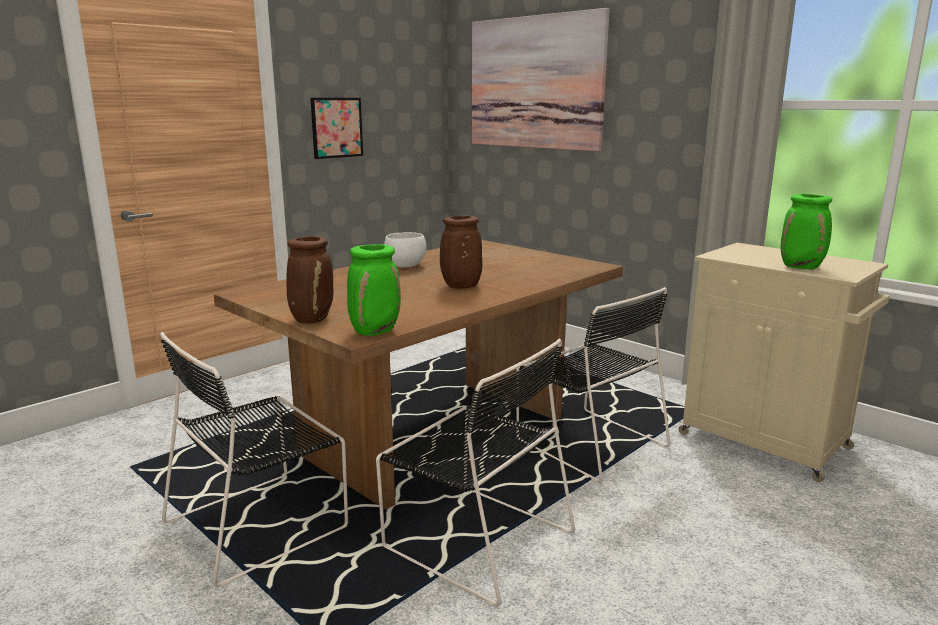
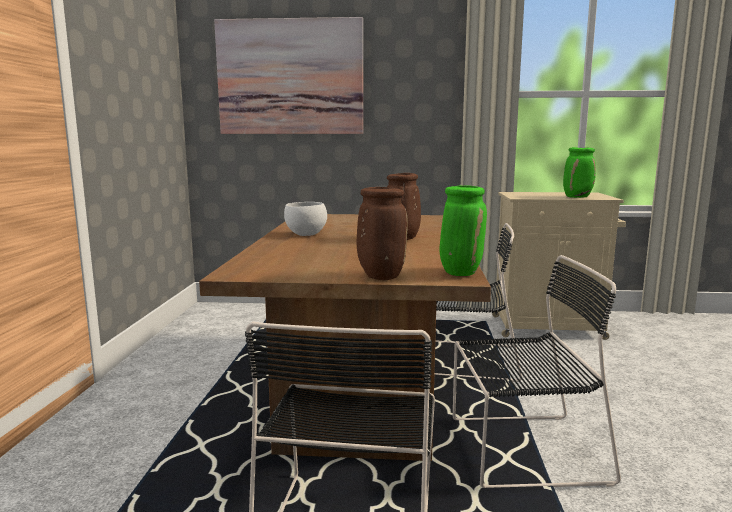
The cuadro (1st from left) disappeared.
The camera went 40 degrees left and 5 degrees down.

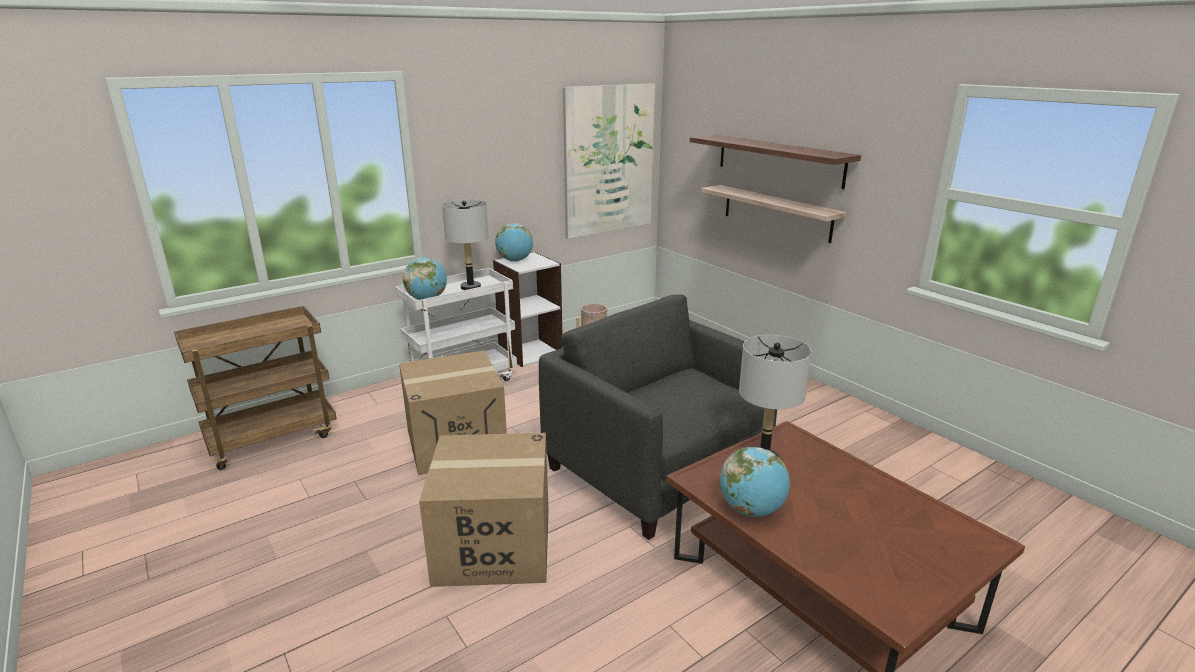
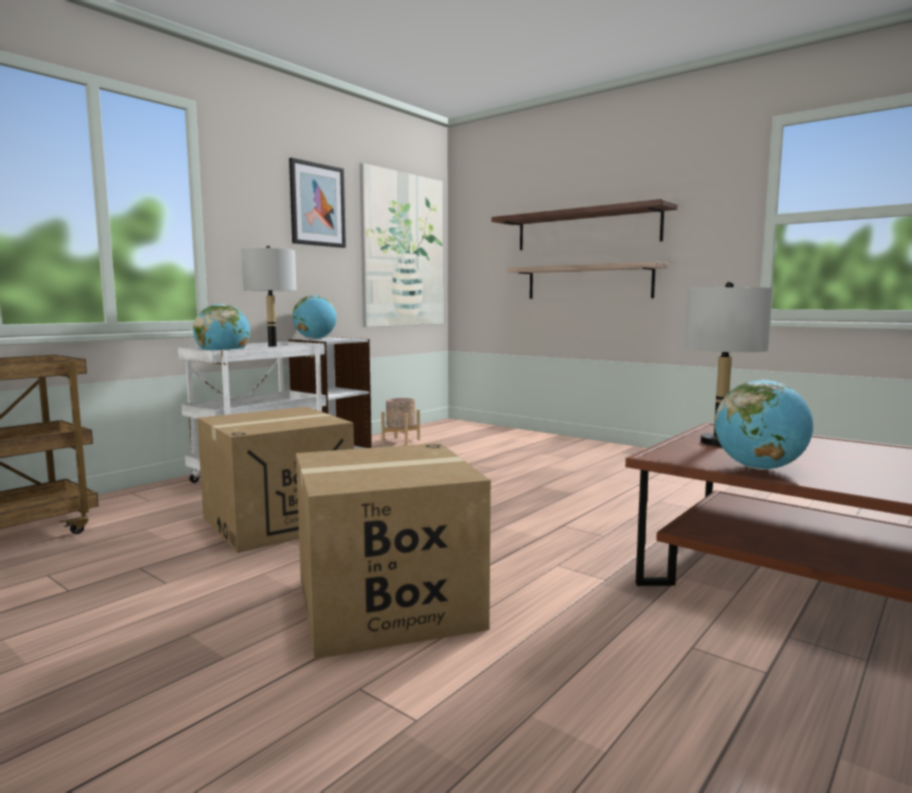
The cuadro (1st from left) appeared.
The sillón/gris disappeared.
The camera went 15 degrees left and 15 degrees down.

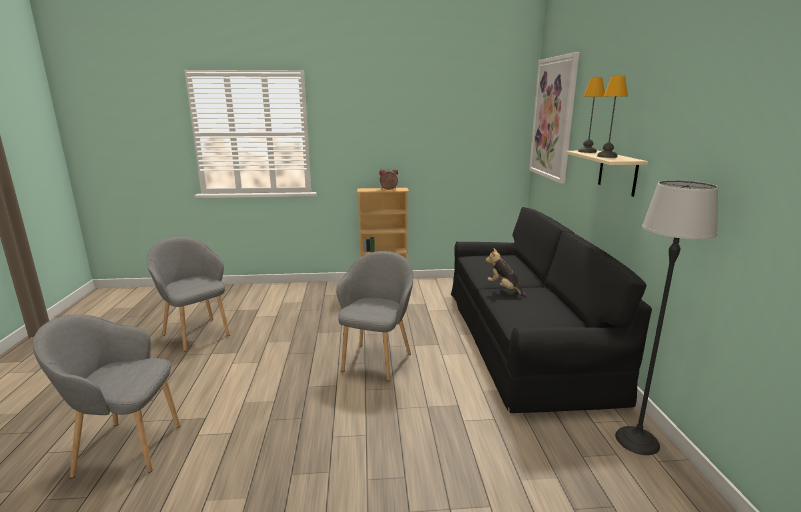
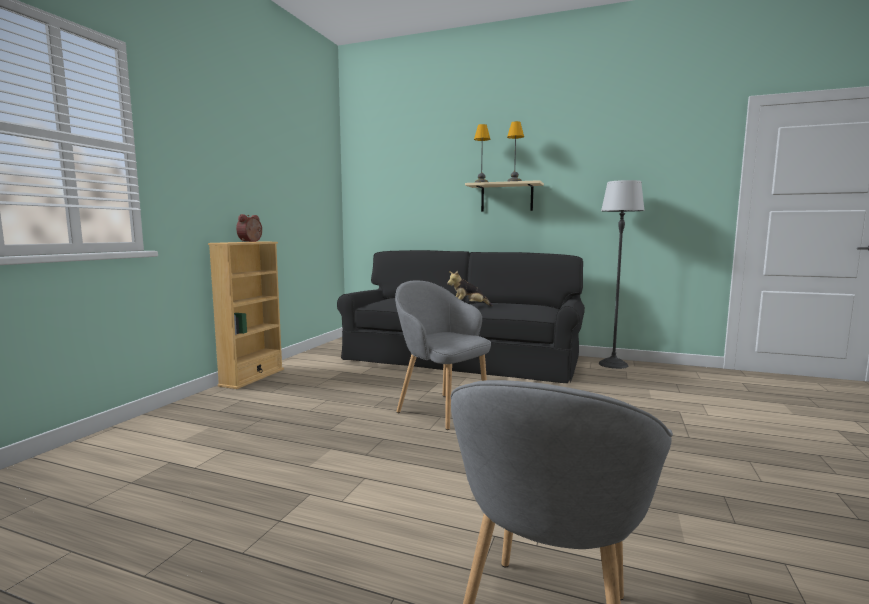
The sillón/gris (2nd from left) disappeared.
The cuadro disappeared.
The camera went 65 degrees left and 10 degrees down.

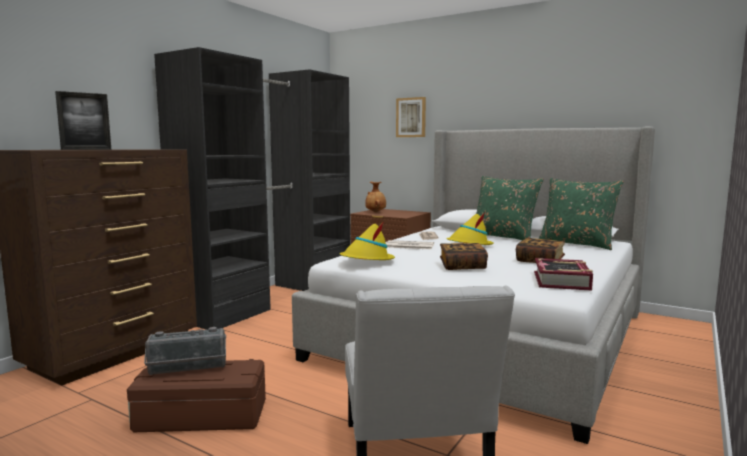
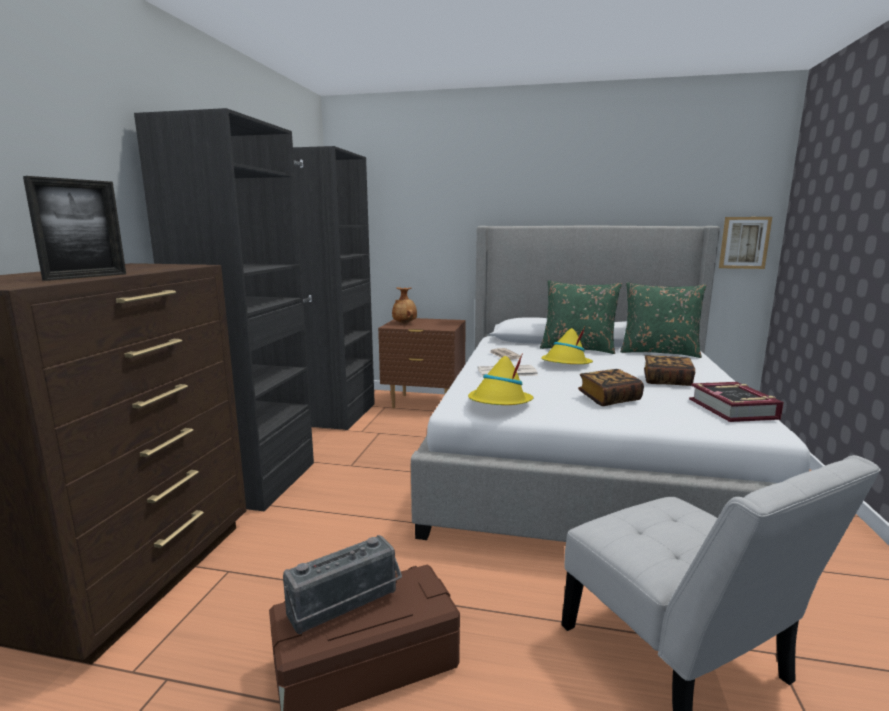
The cuadro moved.
The camera went 20 degrees left and 5 degrees up.

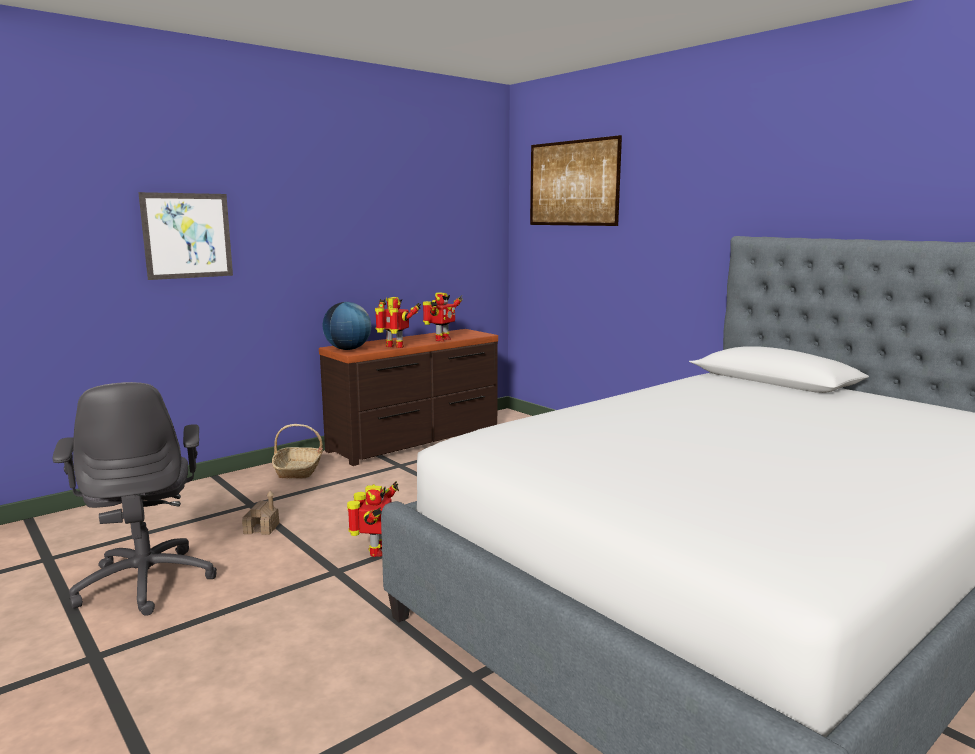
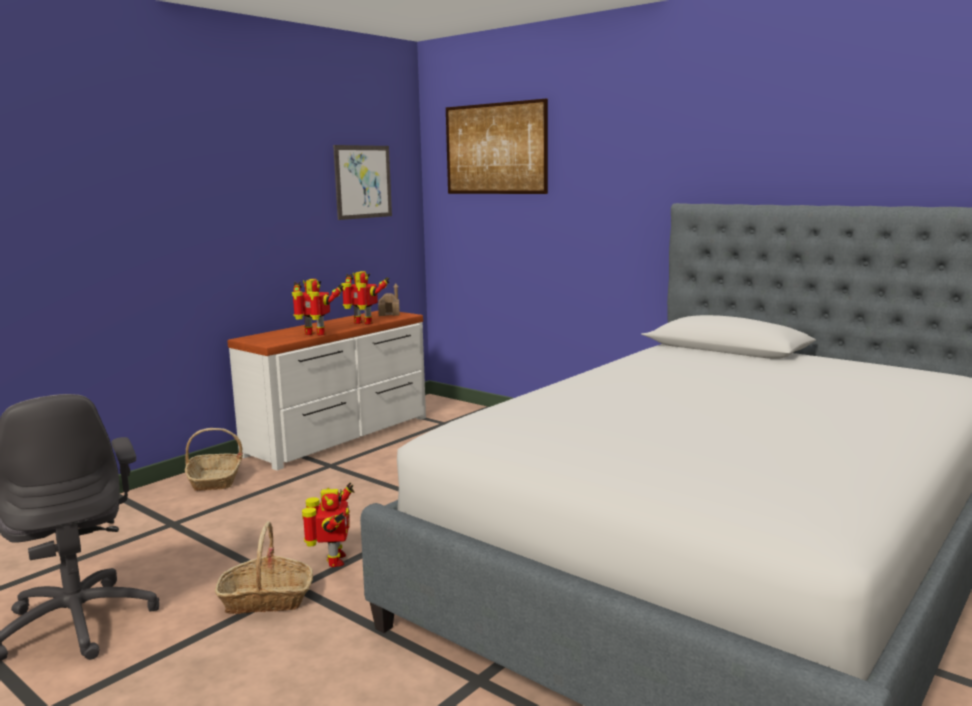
The cesta (2nd from left) appeared.
The cómoda/marrón became the cómoda/blanco.
The cuadro (1st from left) moved.
The robot de juguete (3rd from left) turned 90 degrees counterclockwise.
The casita moved.
The globo terráqueo disappeared.
The camera went 10 degrees left and 0 degrees up.

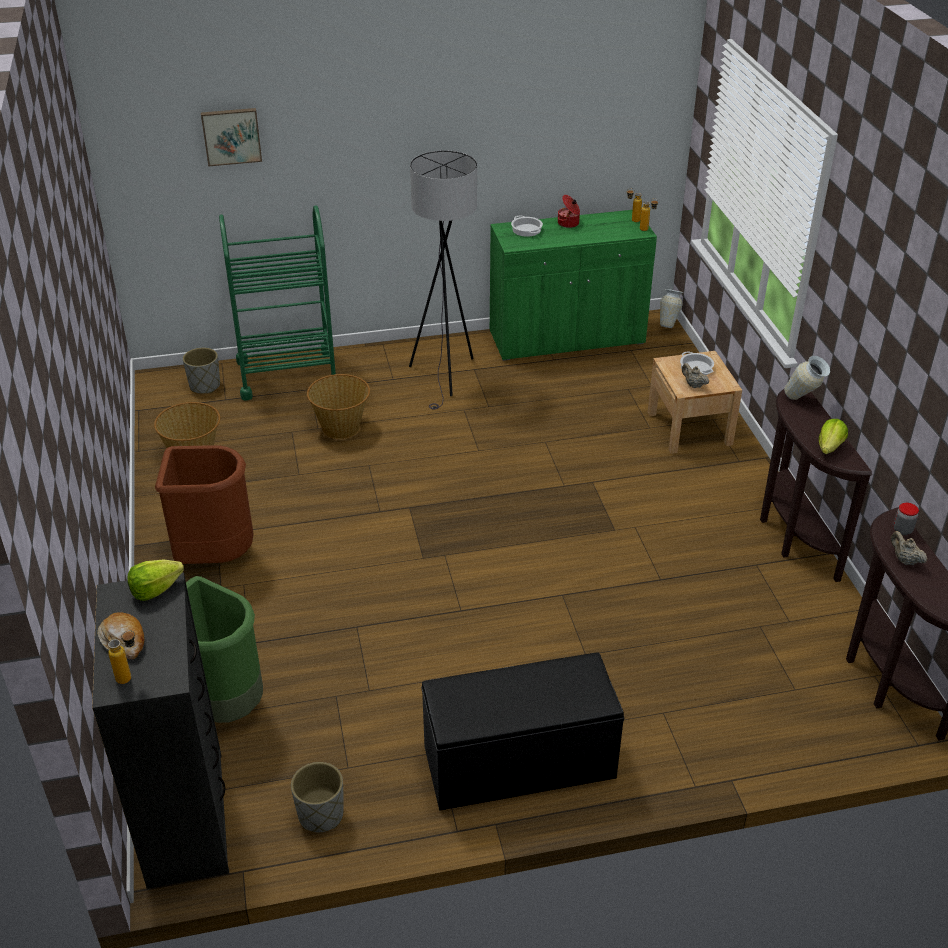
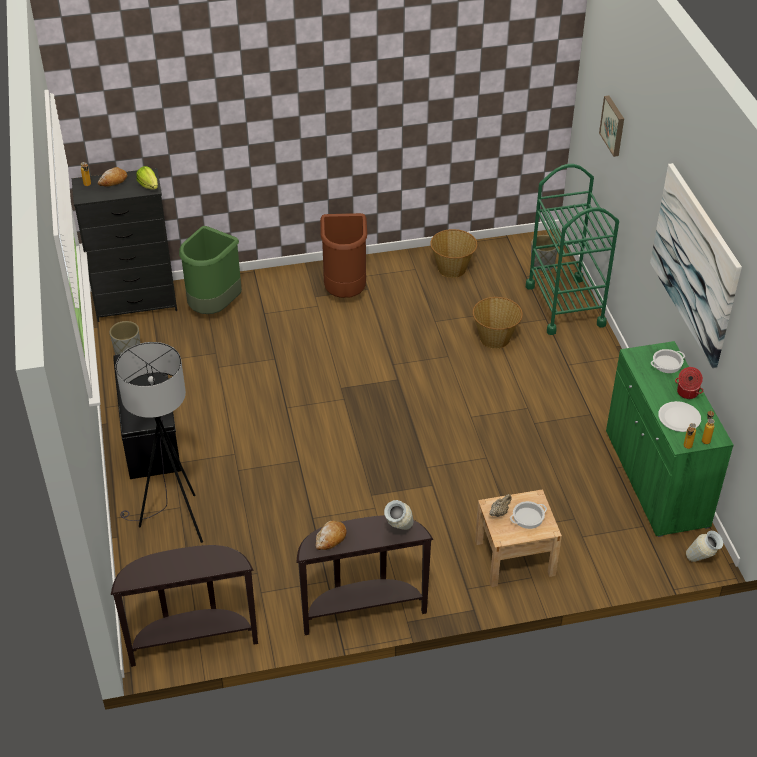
The lámpara de pie/gris moved.
The lechuga (2nd from left) was replaced by the pan (2nd from left).
The cuadro (2nd from left) appeared.
The plato/blanco appeared.
The tetera/beis (2nd from left) disappeared.
The tarro disappeared.
The camera went 90 degrees right and 5 degrees up.

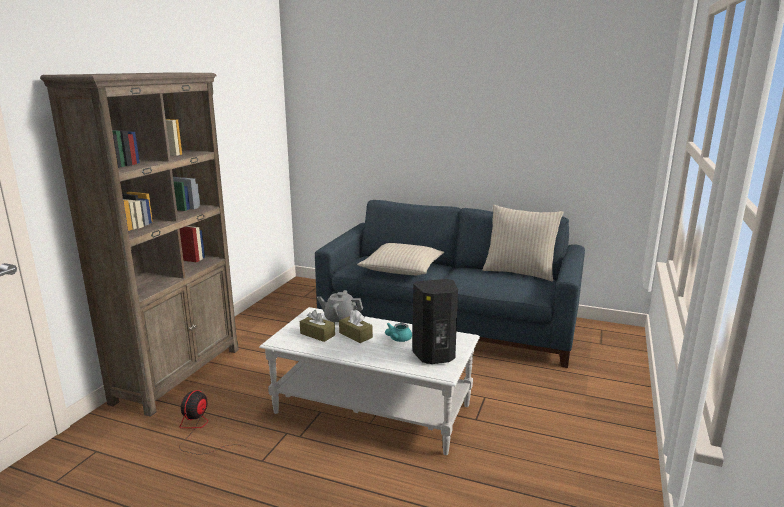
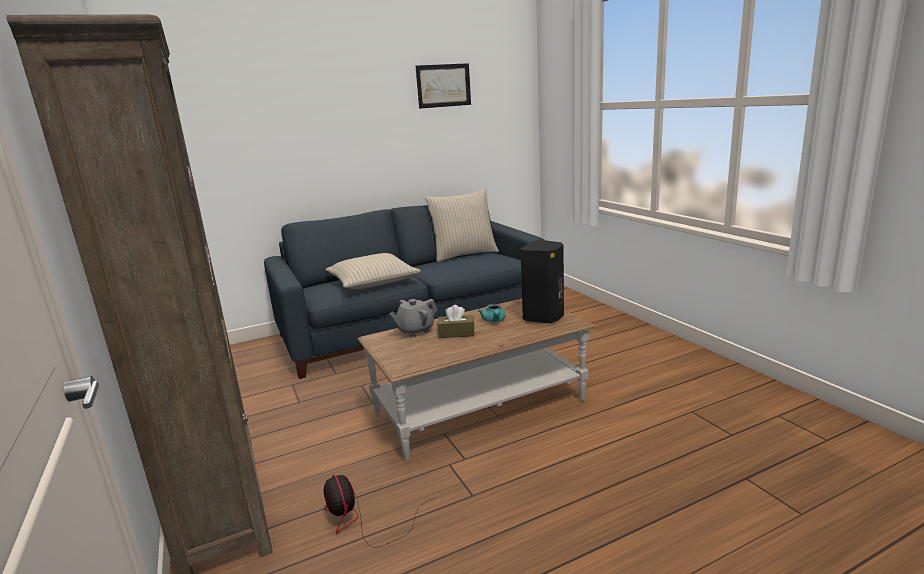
The mesa de centro/blanco became the mesa de centro/marrón.
The cuadro appeared.
The caja de pañuelos/marrón (1st from left) disappeared.
The camera went 45 degrees left and 0 degrees up.

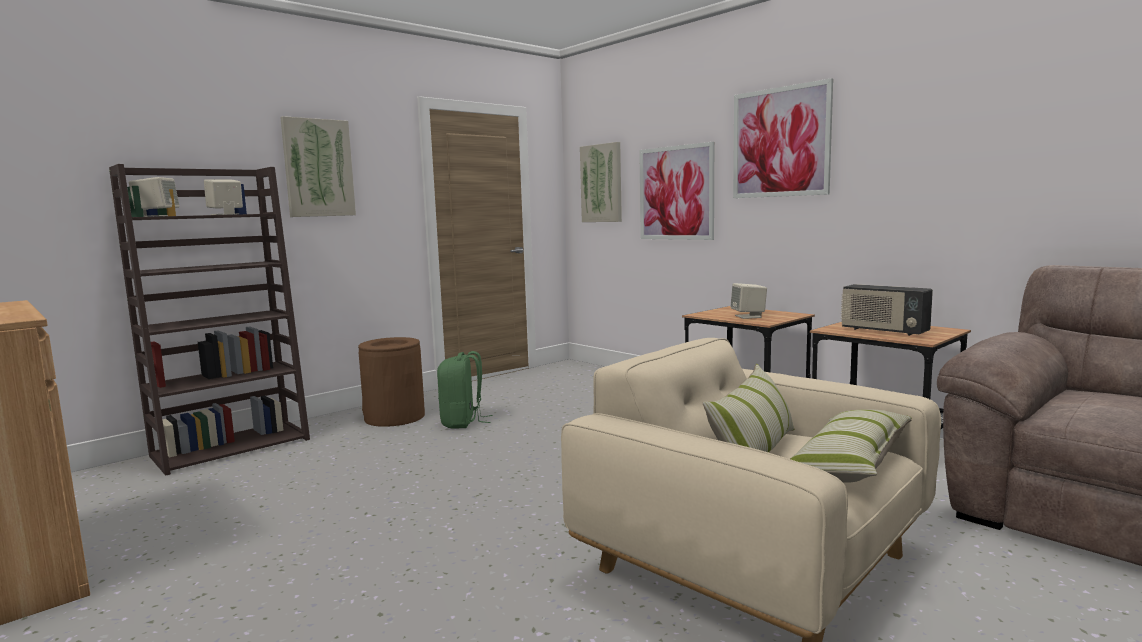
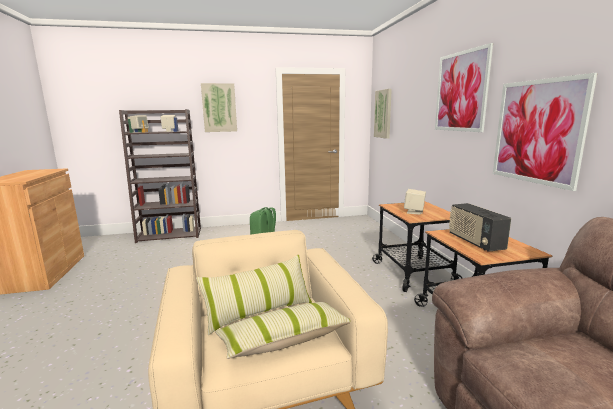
The cuadro (3rd from left in the first image) moved.
The papelera/marrón disappeared.
The camera went 30 degrees right and 5 degrees up.

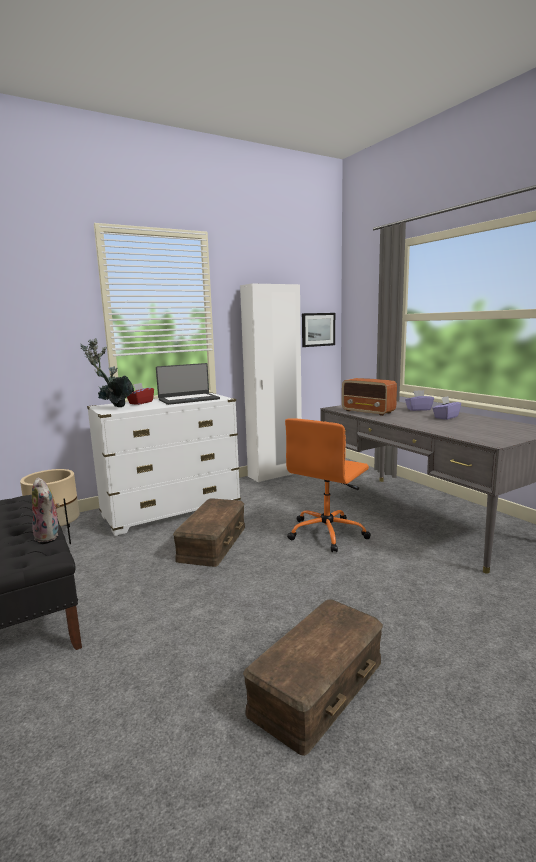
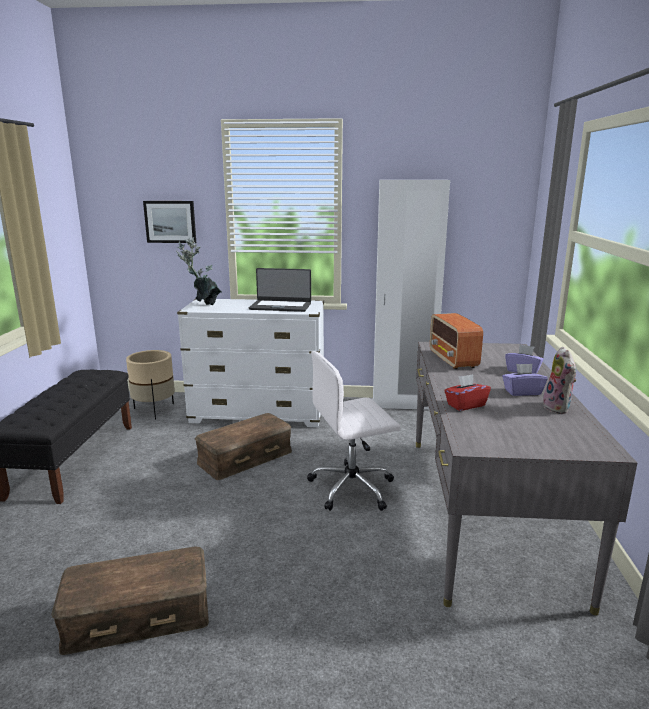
The cuadro moved.
The silla de oficina/naranja became the silla de oficina/blanco.
The caja de pañuelos/rojo moved.
The peluche moved.
The camera went 35 degrees right and 5 degrees up.

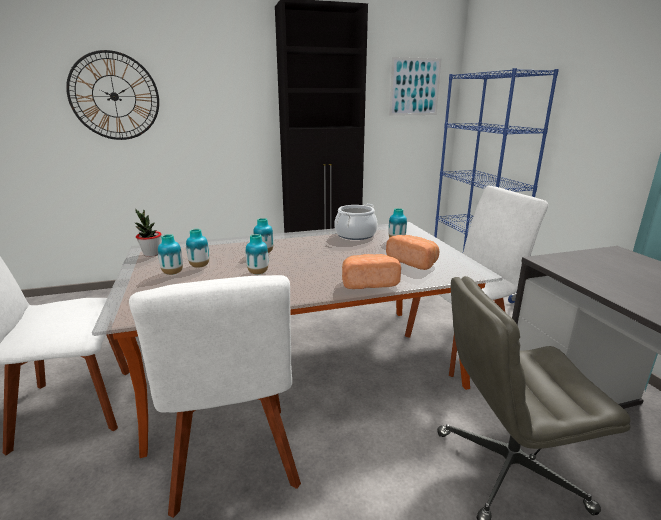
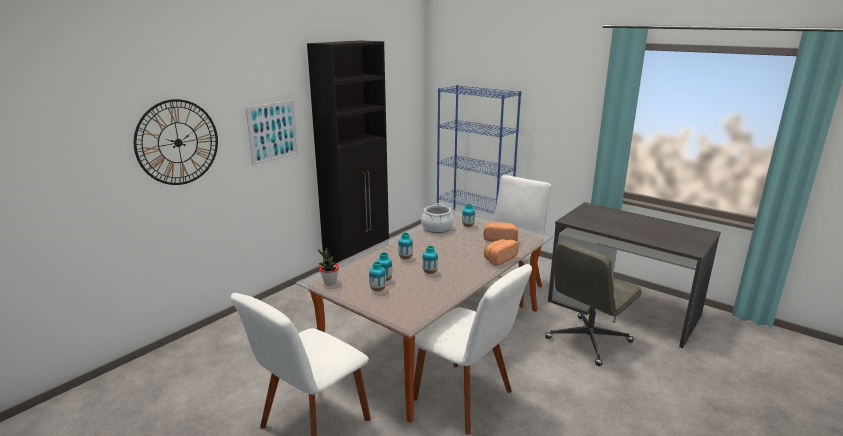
The cuadro moved.
The camera went 35 degrees left and 0 degrees up.

